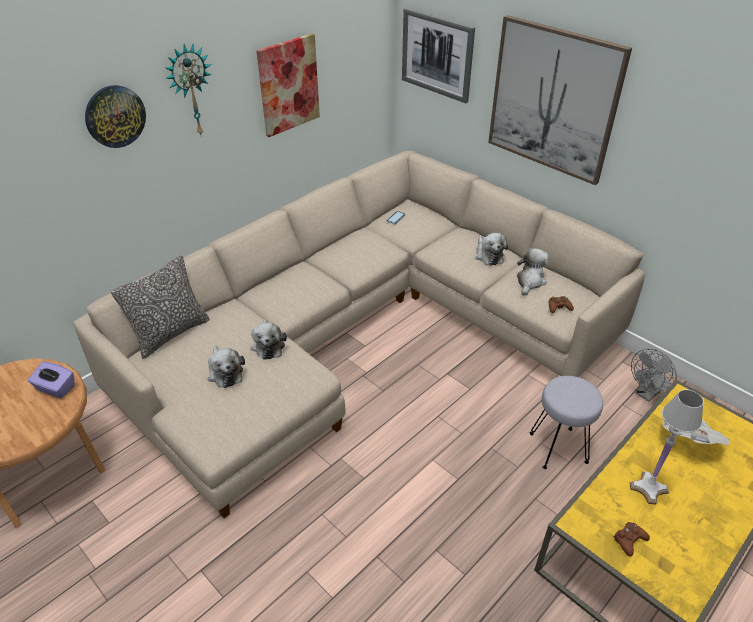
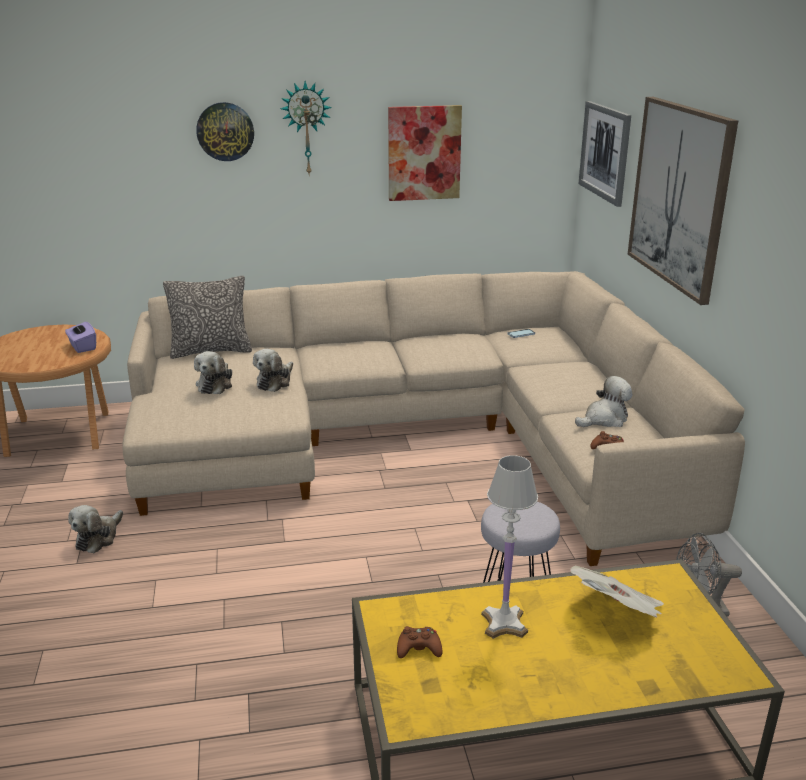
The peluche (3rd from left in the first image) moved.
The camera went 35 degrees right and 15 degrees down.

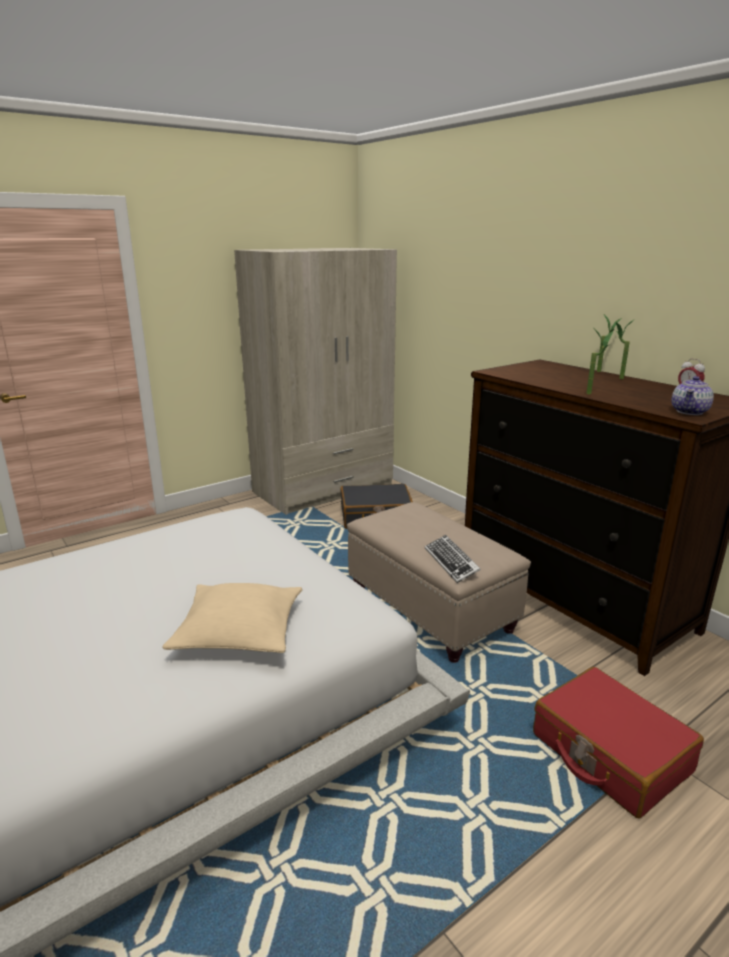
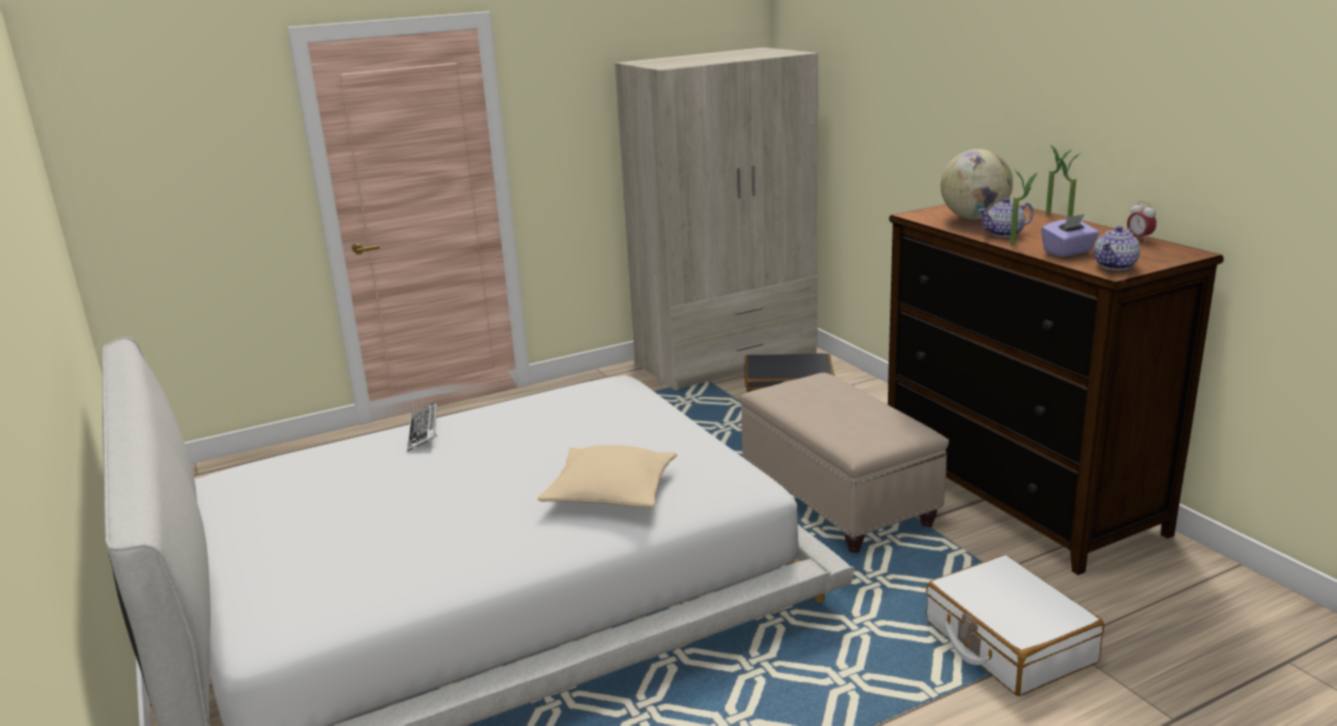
The teclado moved.
The maleta/rojo became the maleta/blanco.
The globo terráqueo appeared.
The tetera (1st from left) appeared.
The caja de pañuelos/morado appeared.
The camera went 10 degrees right and 0 degrees up.

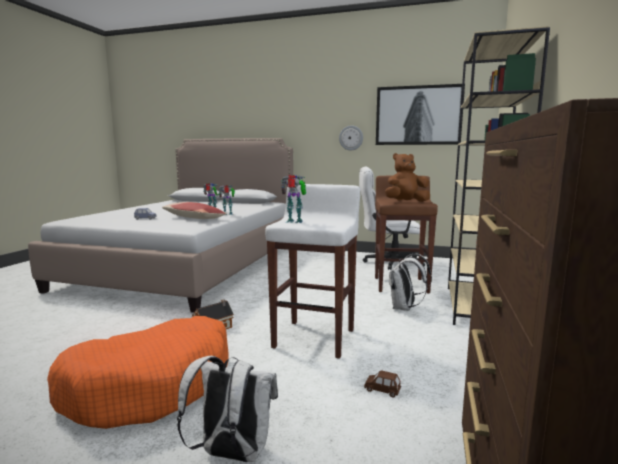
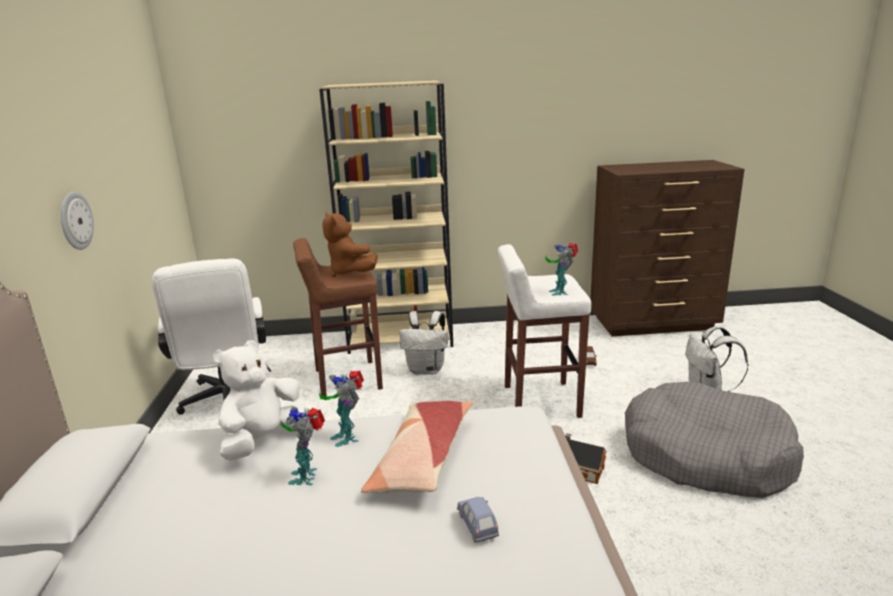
The peluche/blanco appeared.
The cama para perro/naranja became the cama para perro/gris.
The cuadro disappeared.
The camera went 110 degrees left and 10 degrees up.

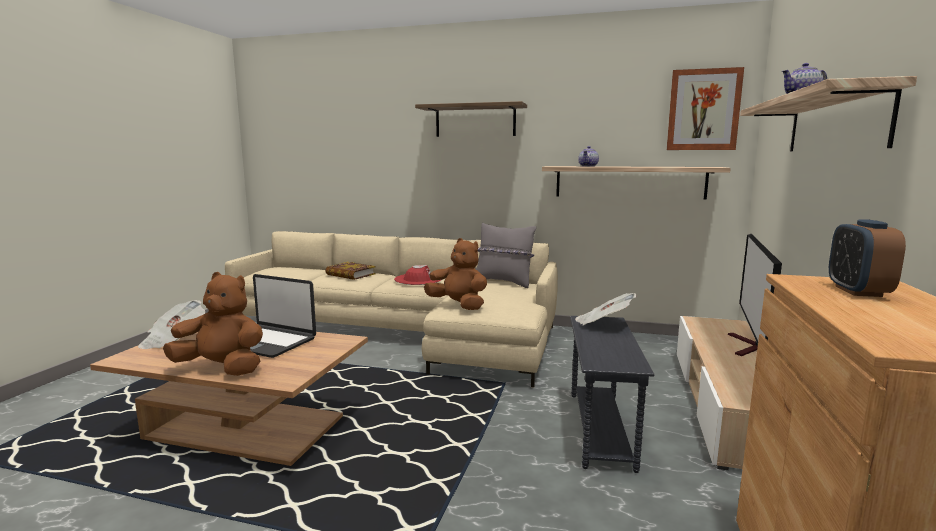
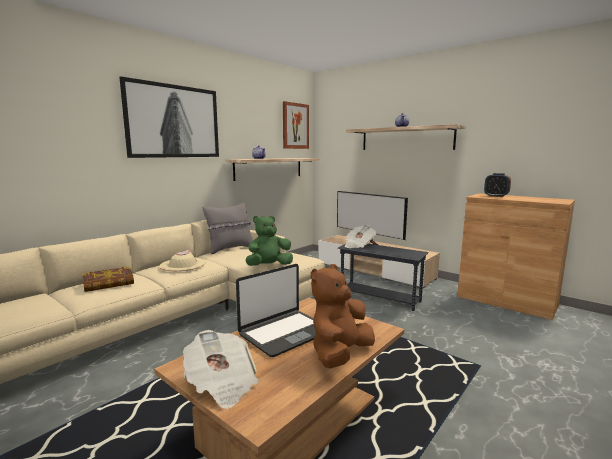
The estante (1st from left) was replaced by the cuadro (1st from left).
The sombrero/rojo became the sombrero/beis.
The peluche/marrón (2nd from left) became the peluche/verde.
The camera went 65 degrees left and 0 degrees up.

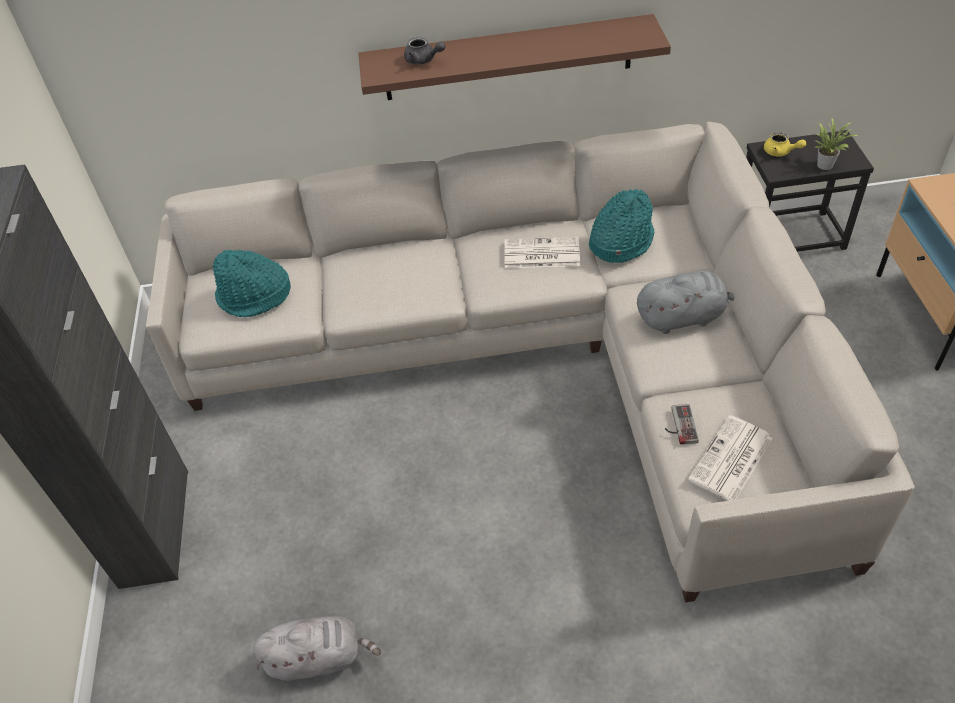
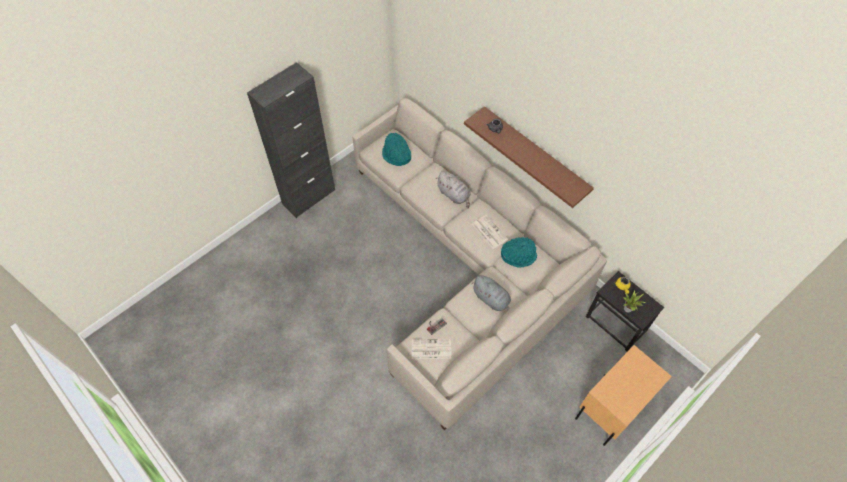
The peluche/gris (1st from left) moved.
The camera went 50 degrees right and 10 degrees up.

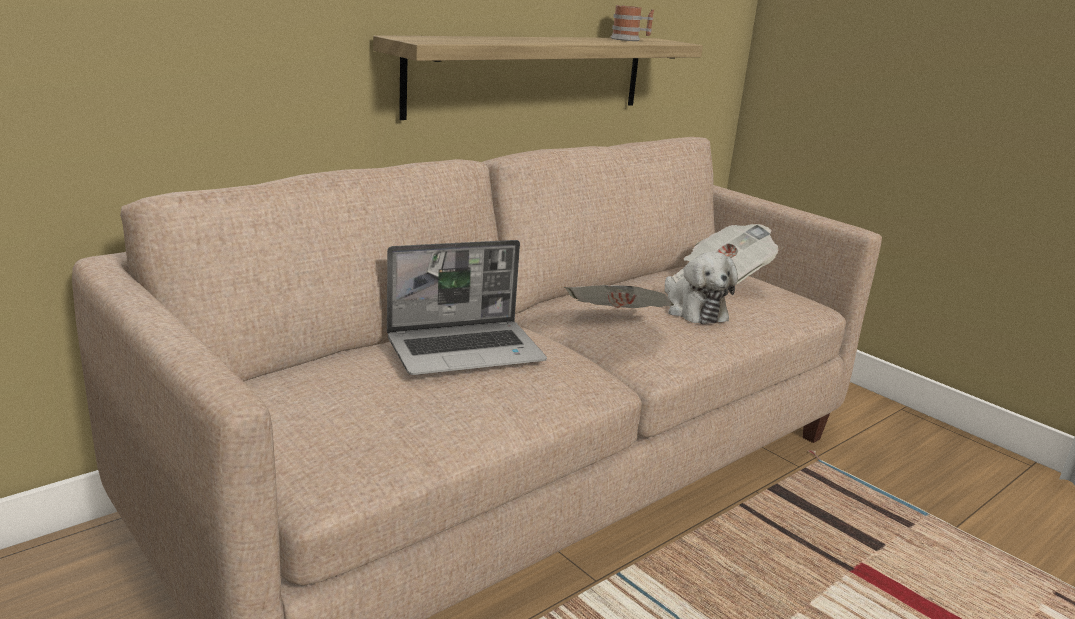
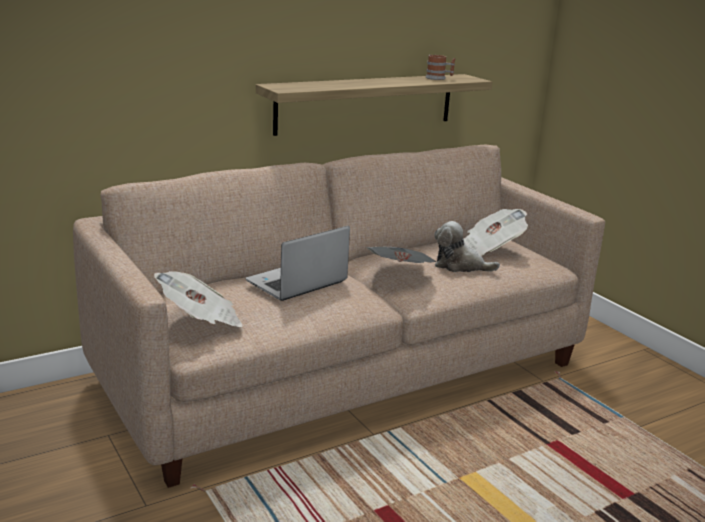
The periódico (1st from left) appeared.
The portátil turned 150 degrees clockwise.
The peluche turned 120 degrees clockwise.
The camera went 10 degrees right and 0 degrees up.

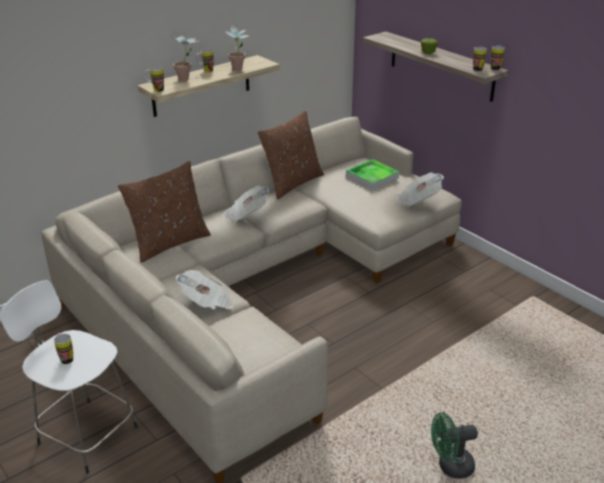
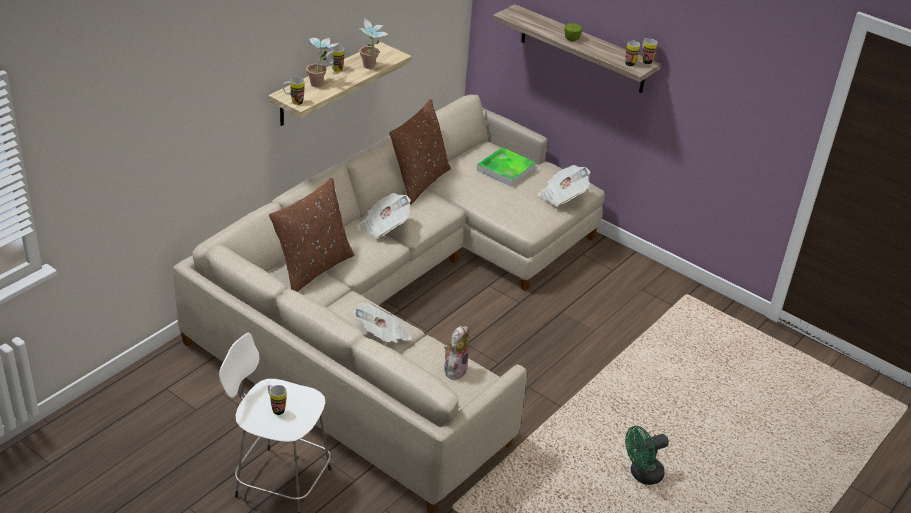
The peluche appeared.
The camera went 15 degrees left and 5 degrees up.

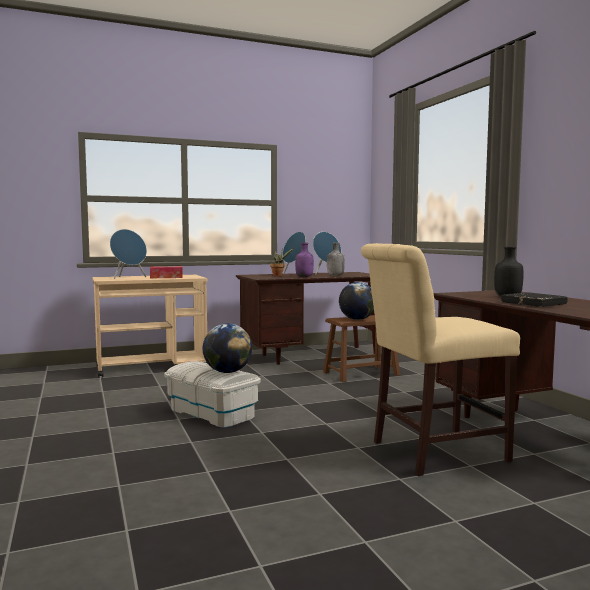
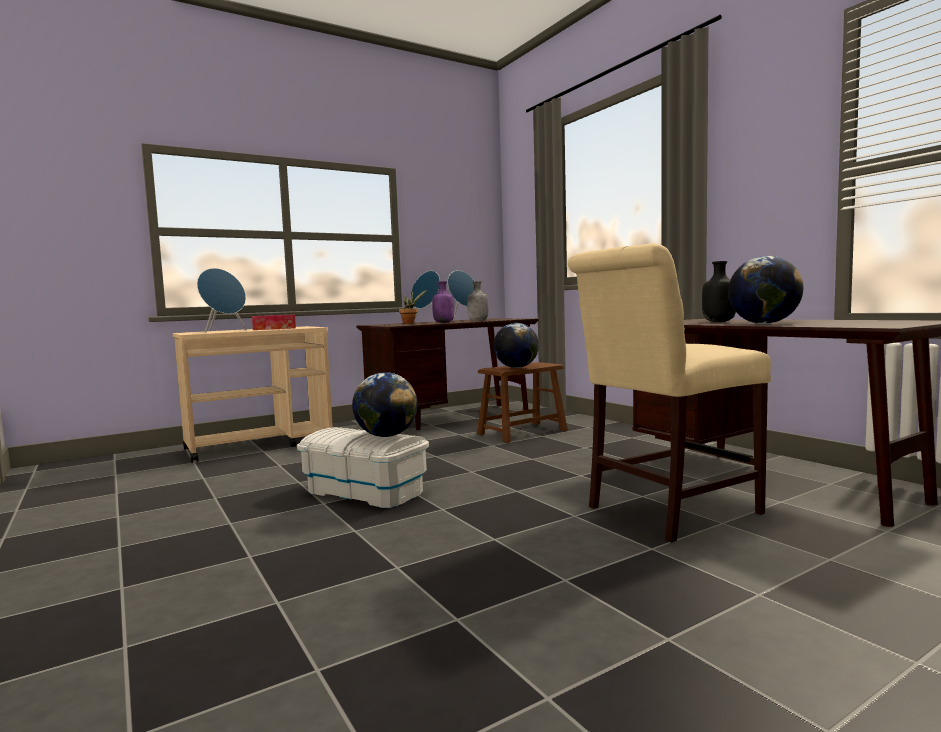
The libro/negro was replaced by the globo terráqueo (3rd from left).
The camera went 10 degrees left and 0 degrees up.

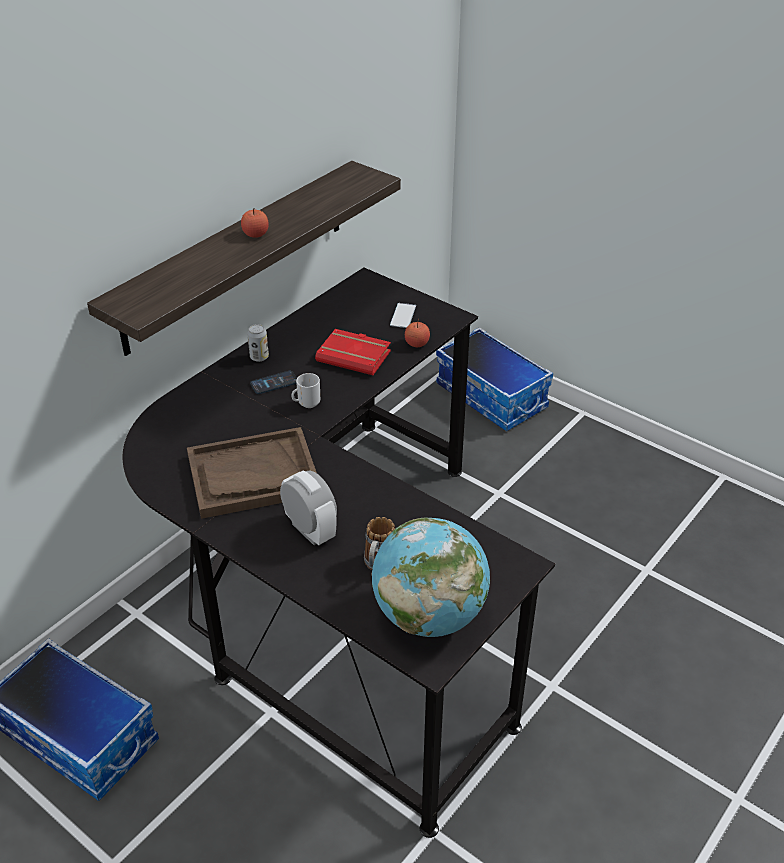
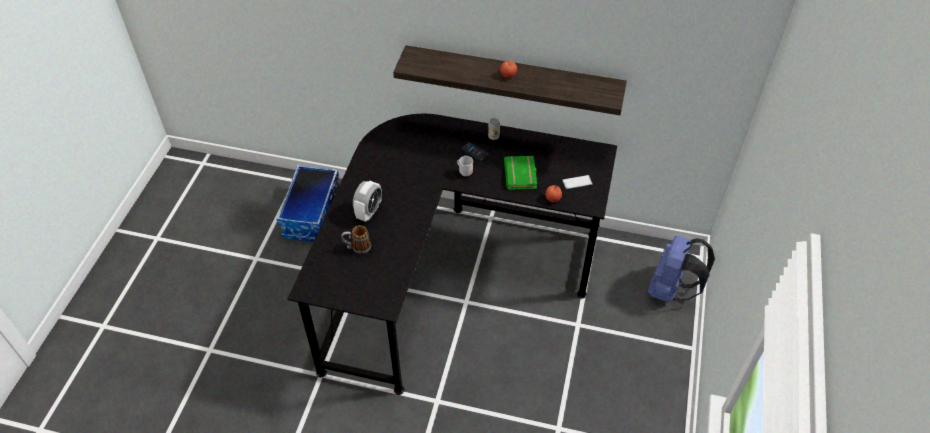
The libro/rojo became the libro/verde.
The caja de almacenaje (2nd from left) was replaced by the mochila/azul.
The bandeja/marrón disappeared.
The globo terráqueo disappeared.
The camera went 65 degrees right and 10 degrees up.

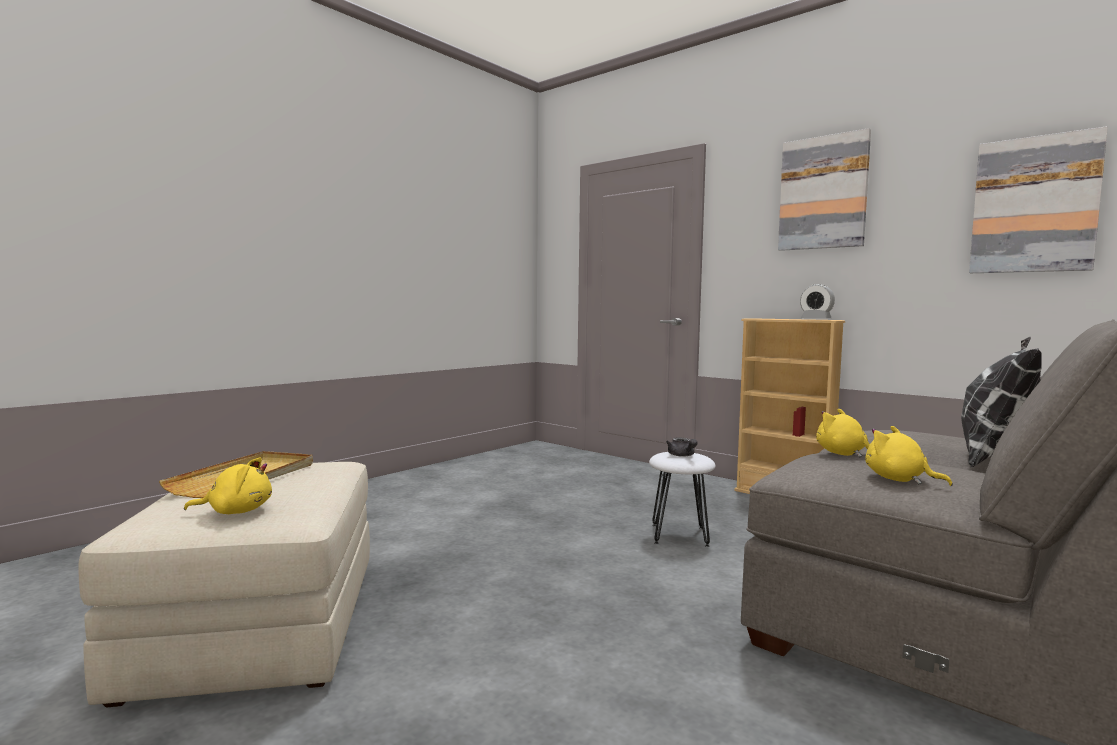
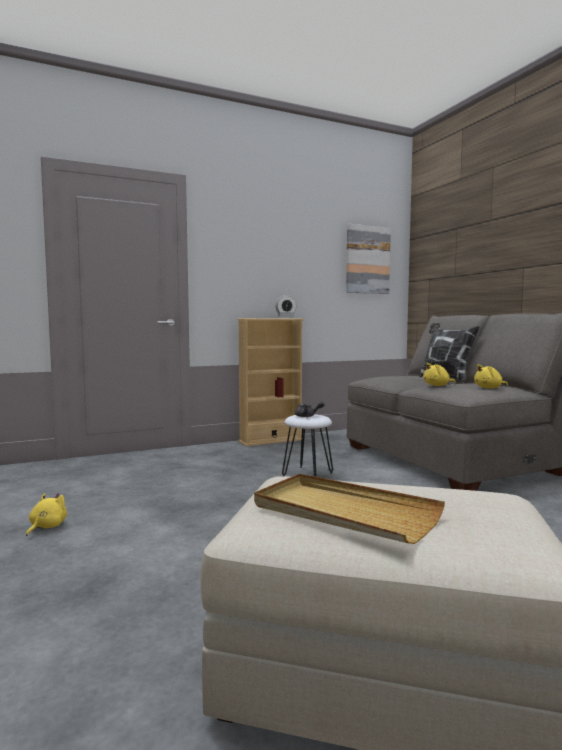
The peluche/amarillo (1st from left) moved.
The cuadro (1st from left) disappeared.
The camera went 65 degrees left and 0 degrees up.

